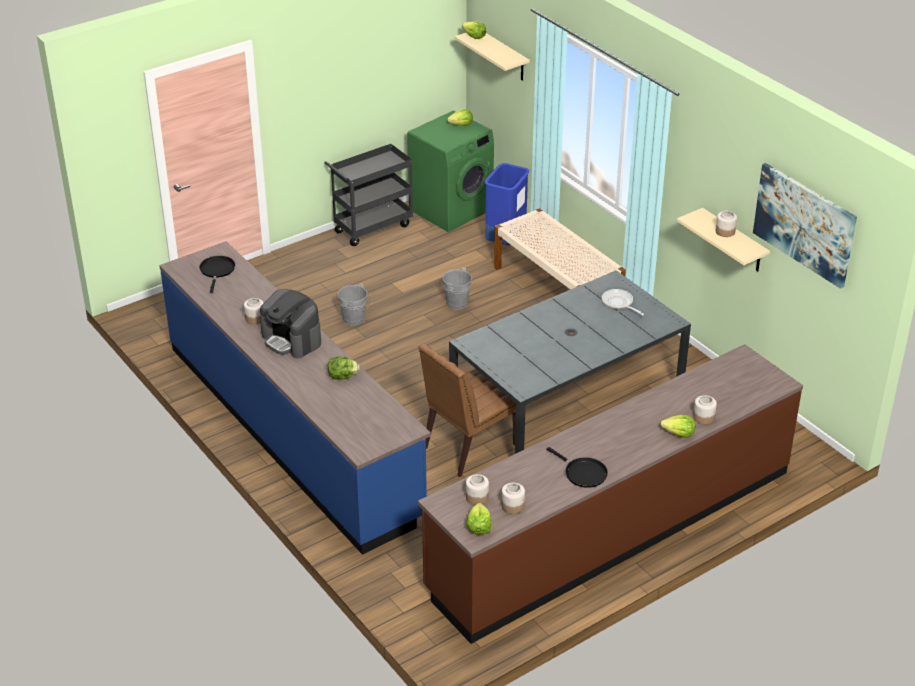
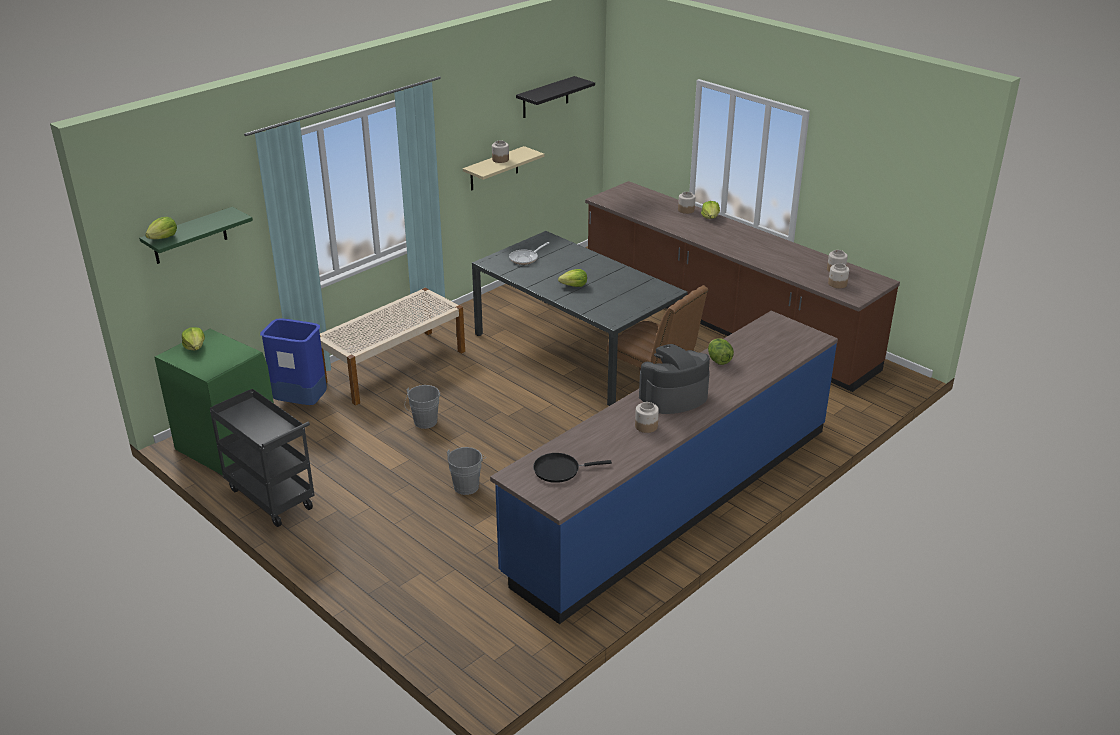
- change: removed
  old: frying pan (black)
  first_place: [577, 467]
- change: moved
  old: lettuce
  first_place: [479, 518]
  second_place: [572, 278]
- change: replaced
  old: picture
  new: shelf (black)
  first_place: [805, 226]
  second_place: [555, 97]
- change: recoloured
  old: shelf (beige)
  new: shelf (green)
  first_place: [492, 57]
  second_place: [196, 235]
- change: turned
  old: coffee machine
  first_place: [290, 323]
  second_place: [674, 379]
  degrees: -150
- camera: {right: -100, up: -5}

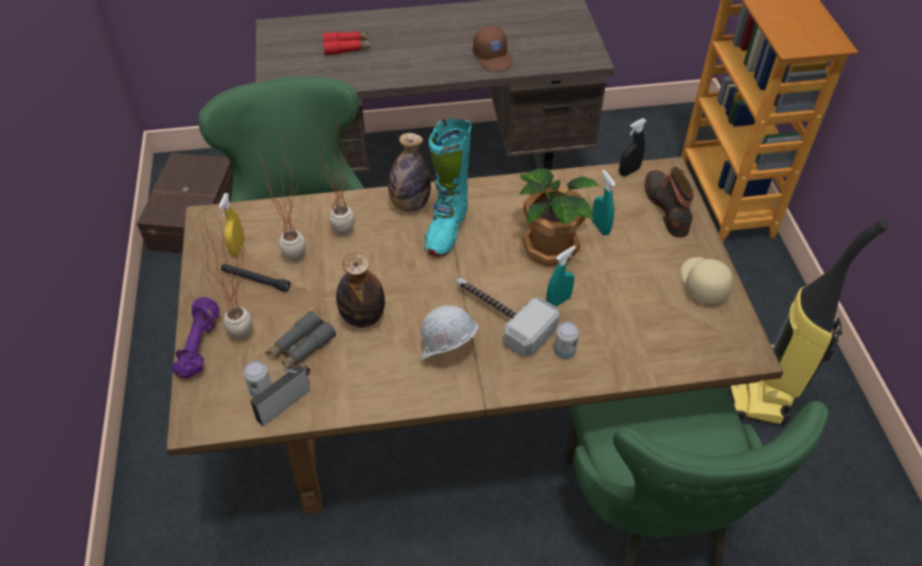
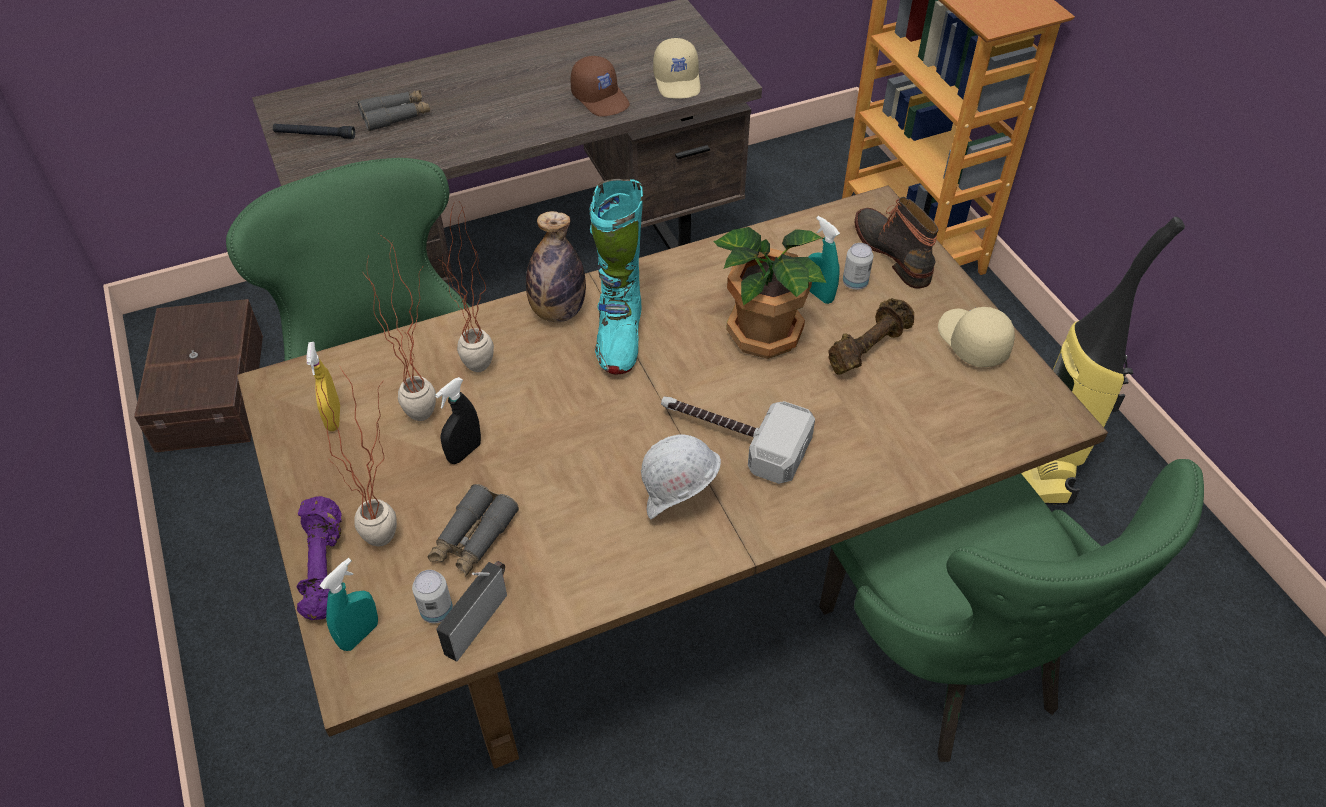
- change: removed
  old: bottle
  first_place: [360, 290]
- change: added
  new: cap (beige)
  second_place: [677, 68]
- change: added
  new: dumbbell (brown)
  second_place: [871, 336]
- change: moved
  old: flashlight (black)
  first_place: [255, 278]
  second_place: [314, 131]
- change: moved
  old: spray bottle (turquoise)
  first_place: [561, 276]
  second_place: [348, 604]
- change: moved
  old: can
  first_place: [566, 340]
  second_place: [858, 266]
- change: moved
  old: spray bottle (black)
  first_place: [633, 147]
  second_place: [458, 420]
- change: recoloured
  old: binoculars (red)
  new: binoculars (grey)
  first_place: [346, 43]
  second_place: [393, 110]
- camera: {right: -15, up: 0}

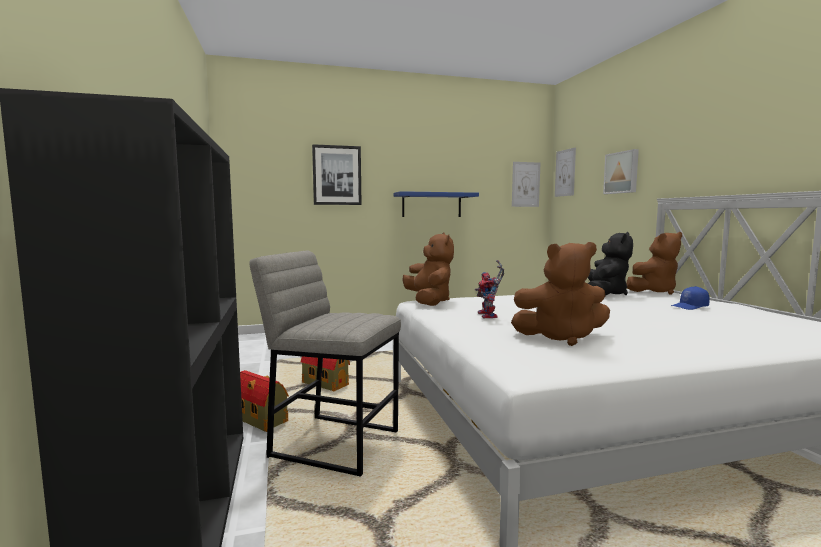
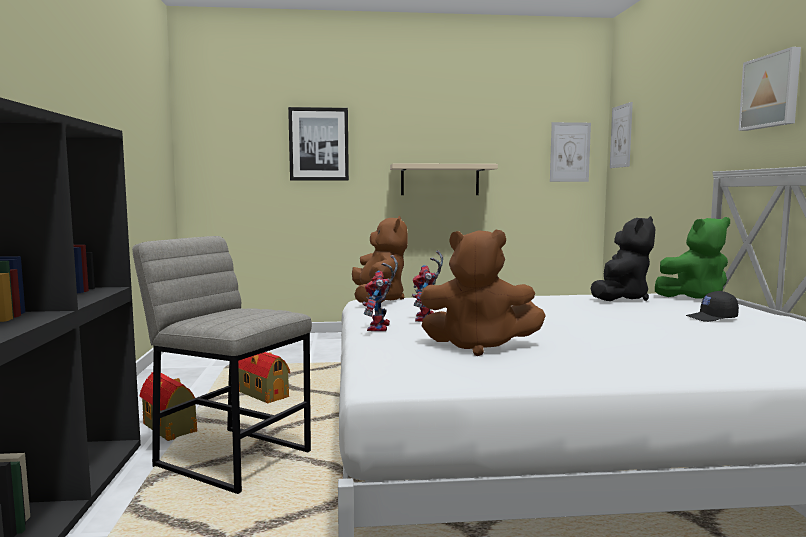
- change: added
  new: toy robot
  second_place: [380, 293]
- change: moved
  old: picture
  first_place: [621, 171]
  second_place: [769, 89]
- change: recoloured
  old: shelf (blue)
  new: shelf (beige)
  first_place: [436, 204]
  second_place: [444, 179]
- change: recoloured
  old: plush toy (brown)
  new: plush toy (green)
  first_place: [654, 263]
  second_place: [692, 257]
- change: recoloured
  old: cap (blue)
  new: cap (black)
  first_place: [690, 298]
  second_place: [712, 306]
- camera: {right: 10, up: 0}

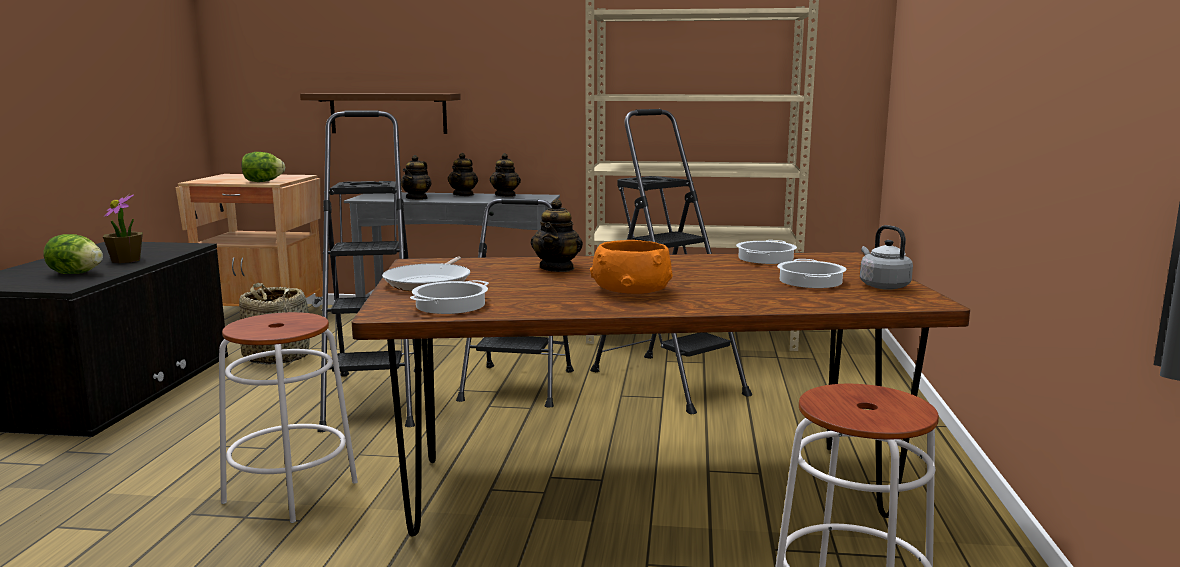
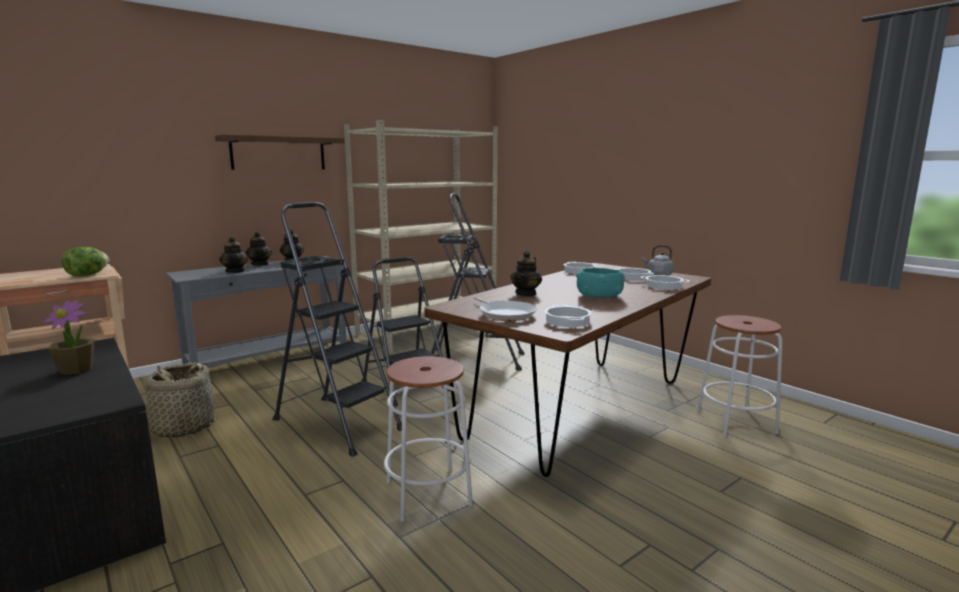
- change: removed
  old: lettuce
  first_place: [73, 254]
- change: added
  new: cooking pot
  second_place: [665, 282]
- change: moved
  old: shelf (brown)
  first_place: [380, 113]
  second_place: [280, 152]
- change: recoloured
  old: bowl (orange)
  new: bowl (turquoise)
  first_place: [631, 267]
  second_place: [600, 283]
- change: turned
  old: teapot
  first_place: [557, 235]
  second_place: [526, 273]
  degrees: 60
- camera: {right: -45, up: 0}

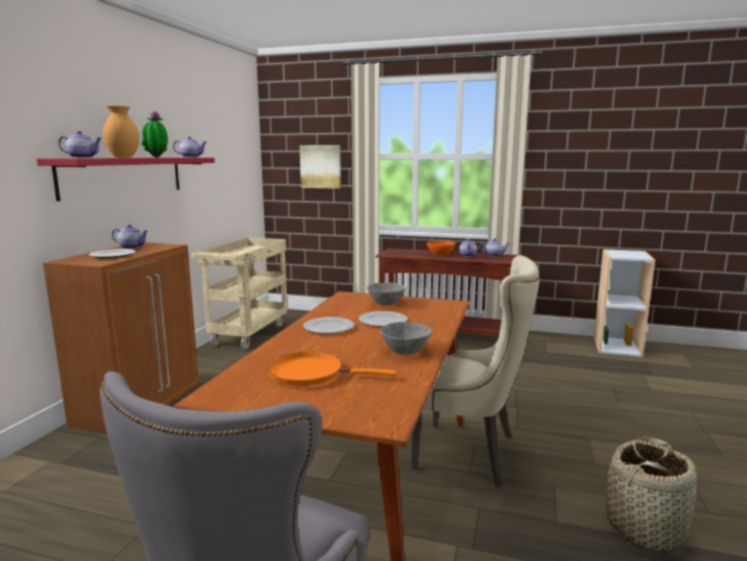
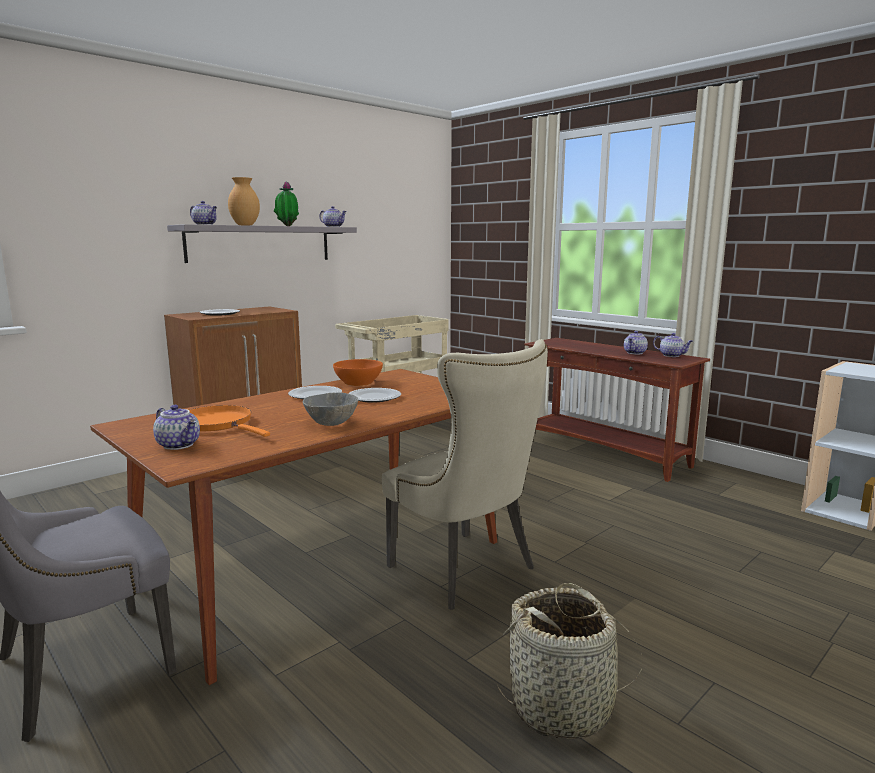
- change: removed
  old: picture
  first_place: [320, 167]
- change: removed
  old: bowl (grey)
  first_place: [386, 294]
- change: moved
  old: teapot
  first_place: [130, 236]
  second_place: [176, 427]
- change: moved
  old: bowl (orange)
  first_place: [441, 248]
  second_place: [358, 372]
- change: recoloured
  old: shelf (red)
  new: shelf (grey)
  first_place: [126, 179]
  second_place: [262, 243]
- camera: {right: 30, up: 0}

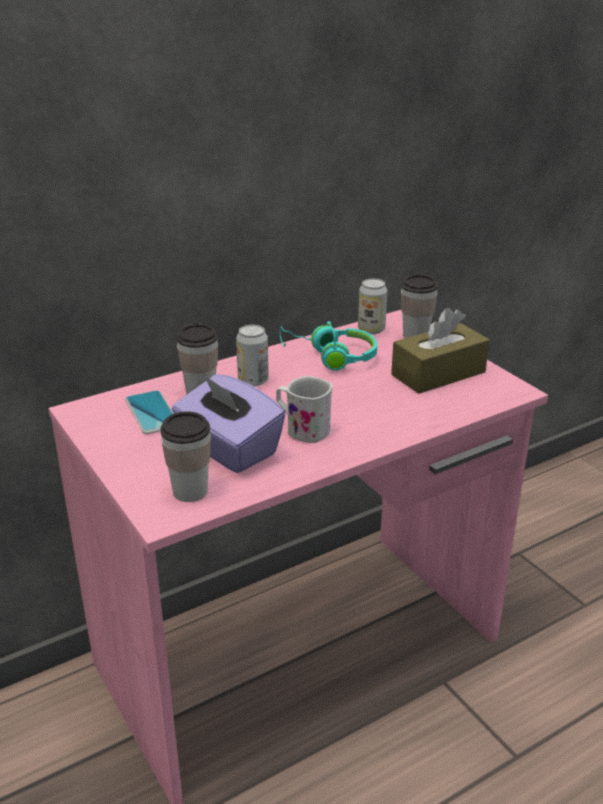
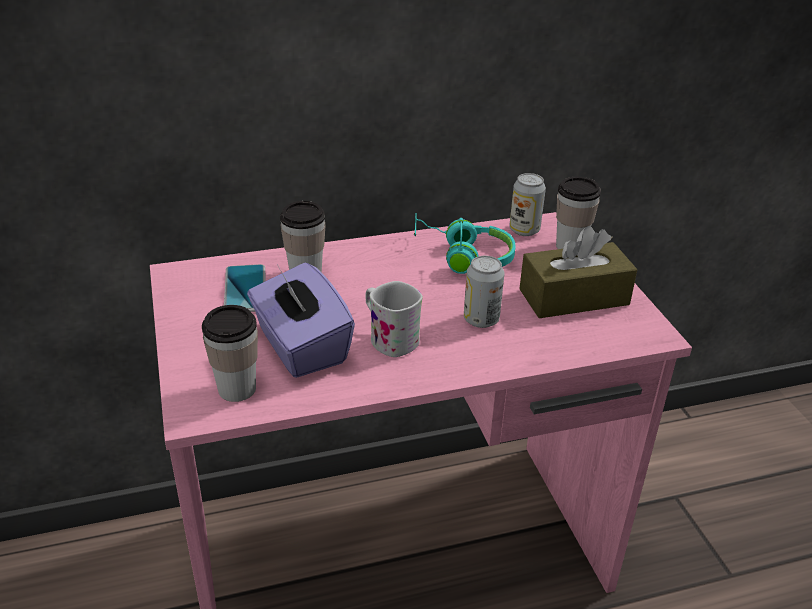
- change: moved
  old: can
  first_place: [252, 356]
  second_place: [484, 292]
- camera: {right: 15, up: 5}

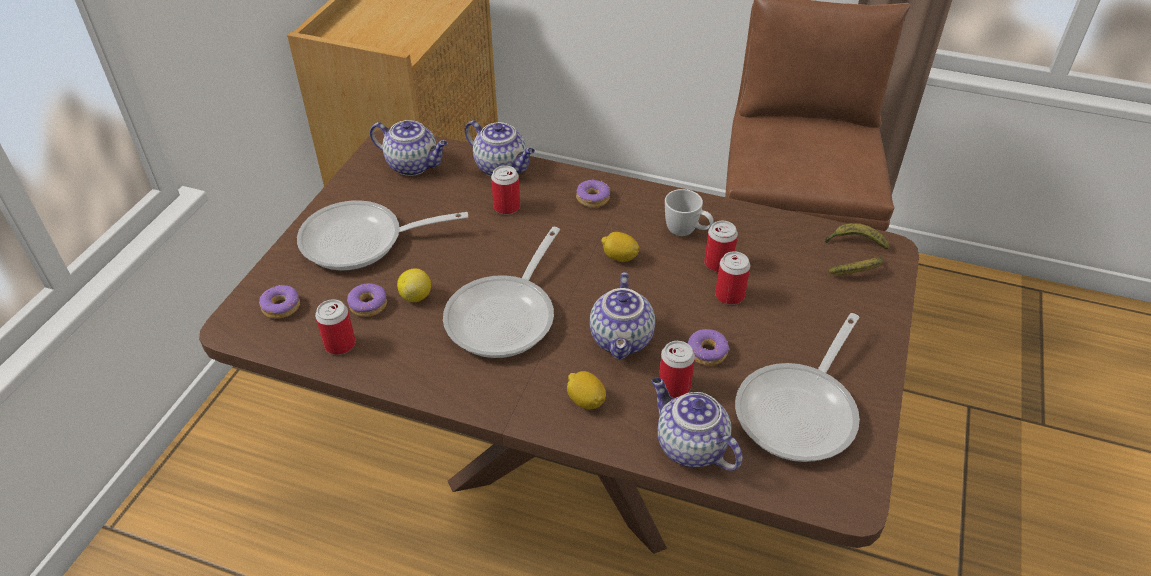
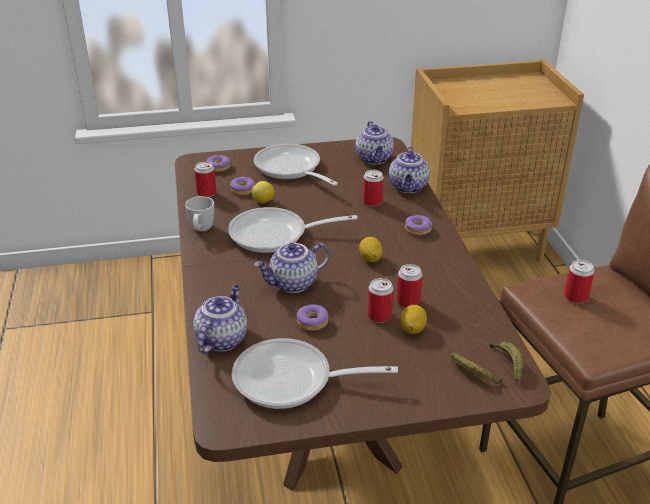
- change: moved
  old: lemon
  first_place: [586, 390]
  second_place: [414, 319]
- change: moved
  old: can
  first_place: [677, 369]
  second_place: [579, 281]
- change: moved
  old: mug (white)
  first_place: [689, 212]
  second_place: [199, 213]
- camera: {right: 60, up: -10}

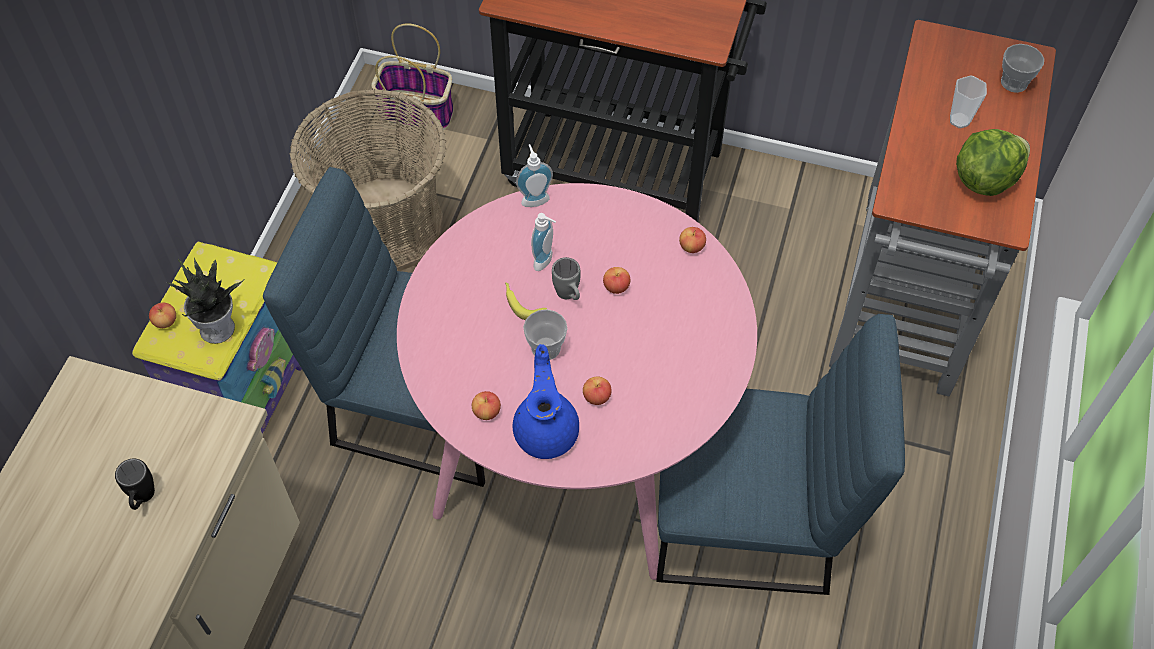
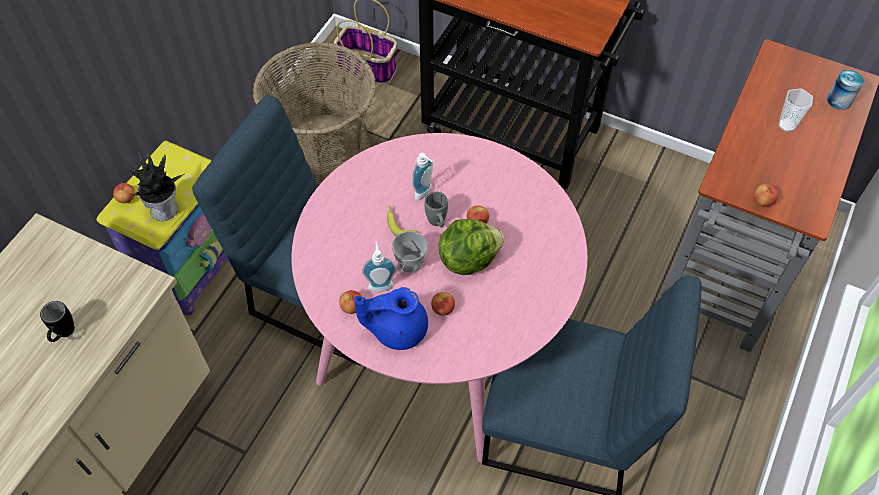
- change: moved
  old: soap dispenser
  first_place: [534, 175]
  second_place: [379, 266]
- change: moved
  old: apple
  first_place: [692, 240]
  second_place: [766, 195]
- change: moved
  old: lettuce
  first_place: [993, 162]
  second_place: [471, 247]
- change: replaced
  old: cup
  new: can
  first_place: [1022, 68]
  second_place: [845, 90]
- change: turned
  old: teapot (blue)
  first_place: [546, 401]
  second_place: [391, 318]
  degrees: -105
- camera: {right: 10, up: 0}

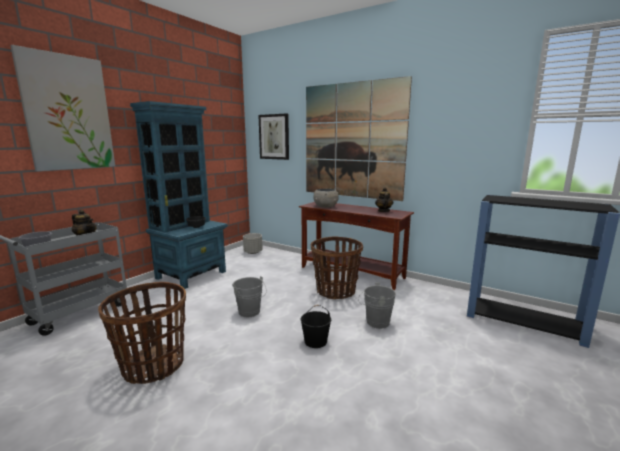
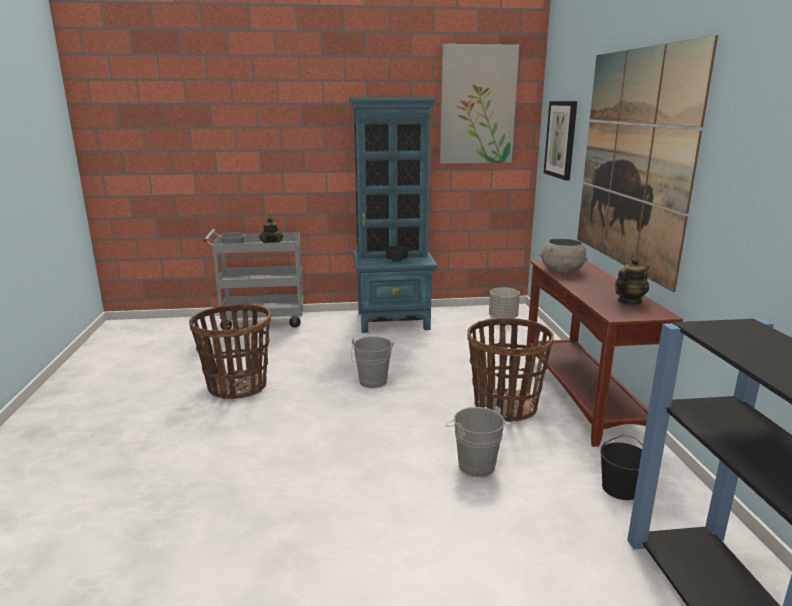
- change: moved
  old: picture
  first_place: [62, 108]
  second_place: [479, 104]
- change: moved
  old: bucket (black)
  first_place: [316, 326]
  second_place: [621, 467]
- camera: {right: 50, up: 5}

